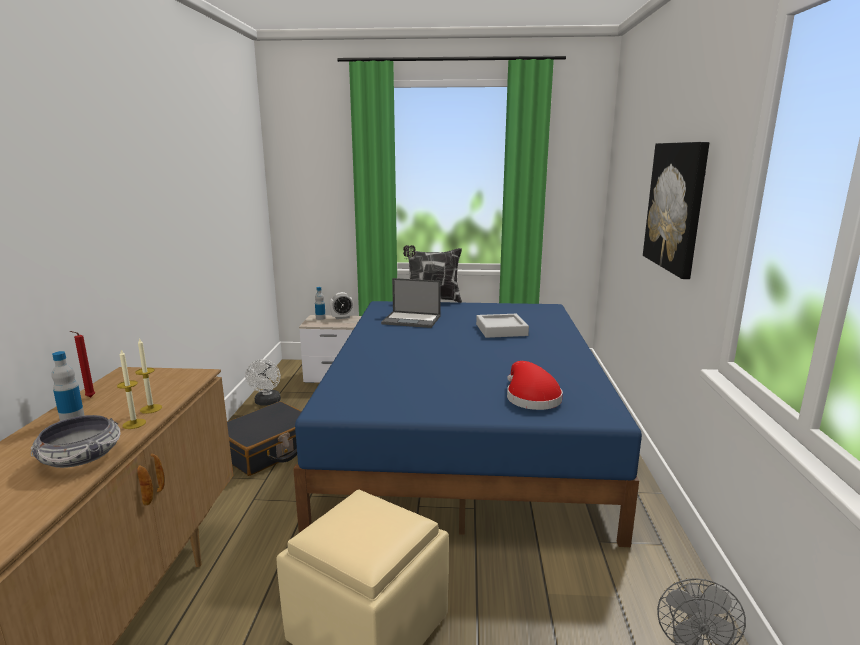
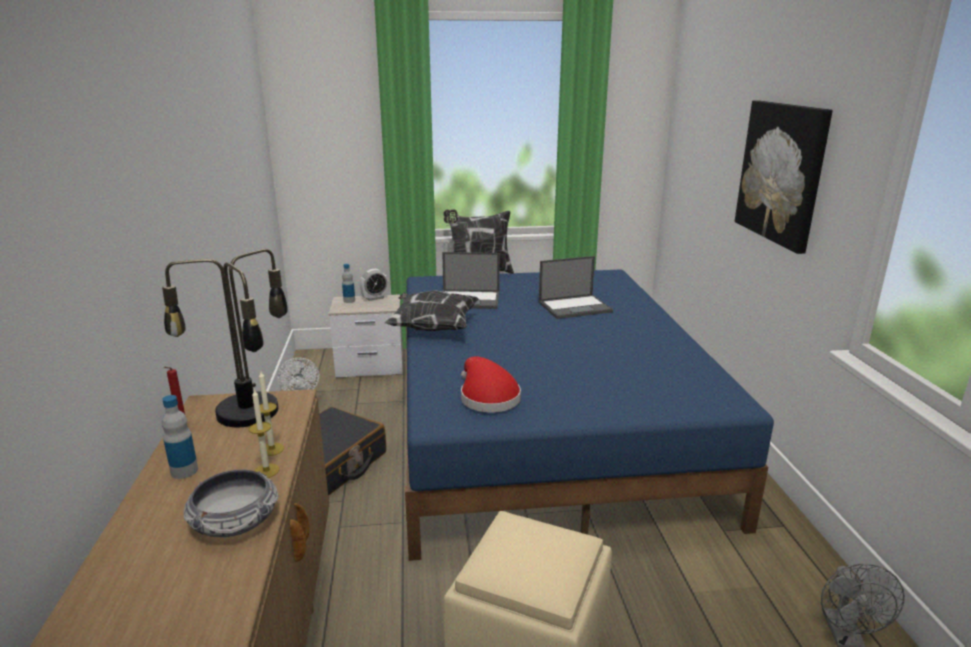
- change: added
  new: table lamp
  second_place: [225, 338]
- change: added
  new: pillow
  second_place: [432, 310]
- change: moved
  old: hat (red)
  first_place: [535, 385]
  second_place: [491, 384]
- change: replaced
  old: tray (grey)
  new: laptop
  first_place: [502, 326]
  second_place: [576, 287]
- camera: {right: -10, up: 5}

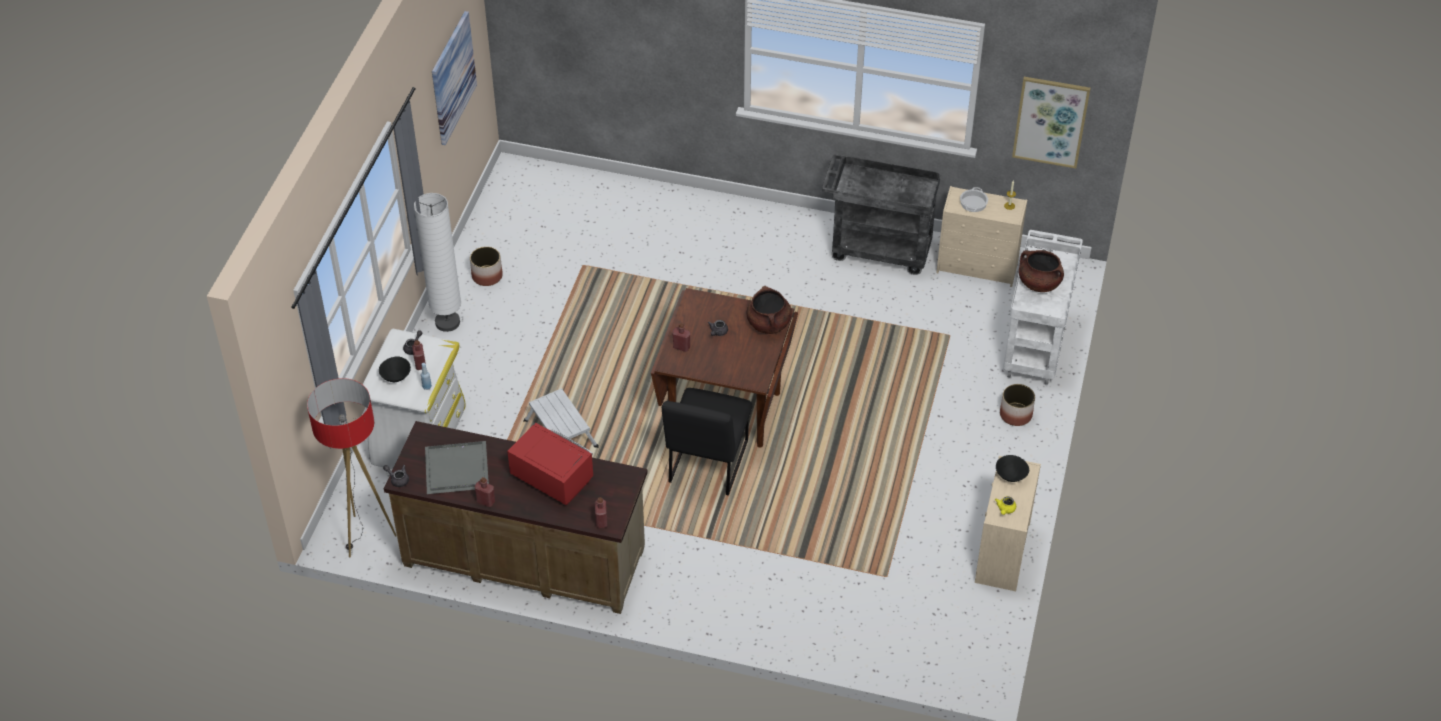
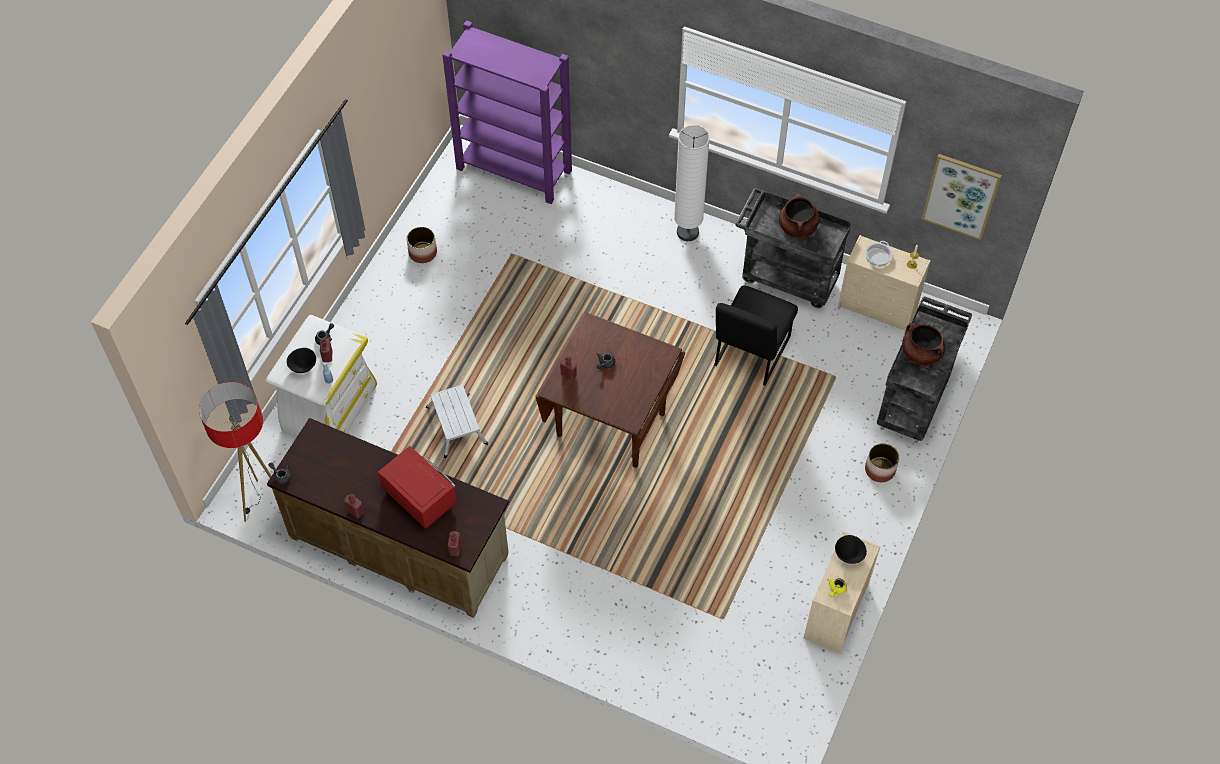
- change: removed
  old: tray (grey)
  first_place: [457, 467]
- change: removed
  old: picture
  first_place: [454, 78]
- change: added
  new: bookcase (purple)
  second_place: [507, 112]
- change: moved
  old: floor lamp (white)
  first_place: [437, 262]
  second_place: [692, 183]
- change: moved
  old: chair (black)
  first_place: [707, 441]
  second_place: [756, 335]
- change: moved
  old: cooking pot (brown)
  first_place: [769, 310]
  second_place: [799, 216]
- change: recoloured
  old: cart (white)
  new: cart (black)
  first_place: [1043, 307]
  second_place: [924, 370]
- camera: {right: 10, up: 10}

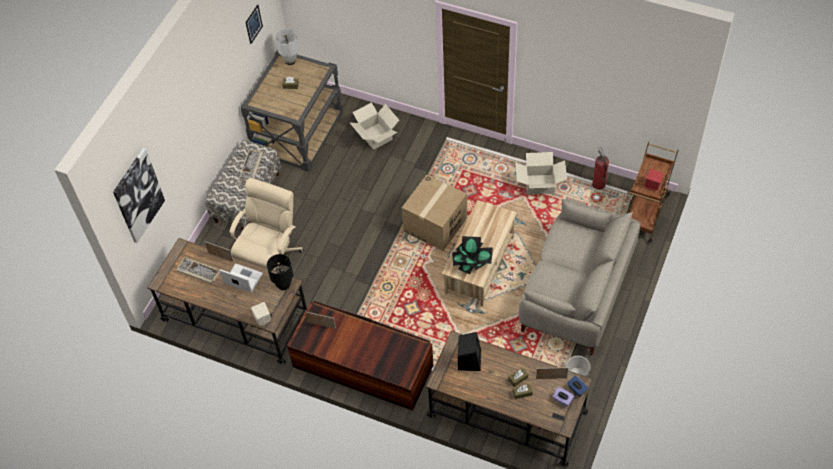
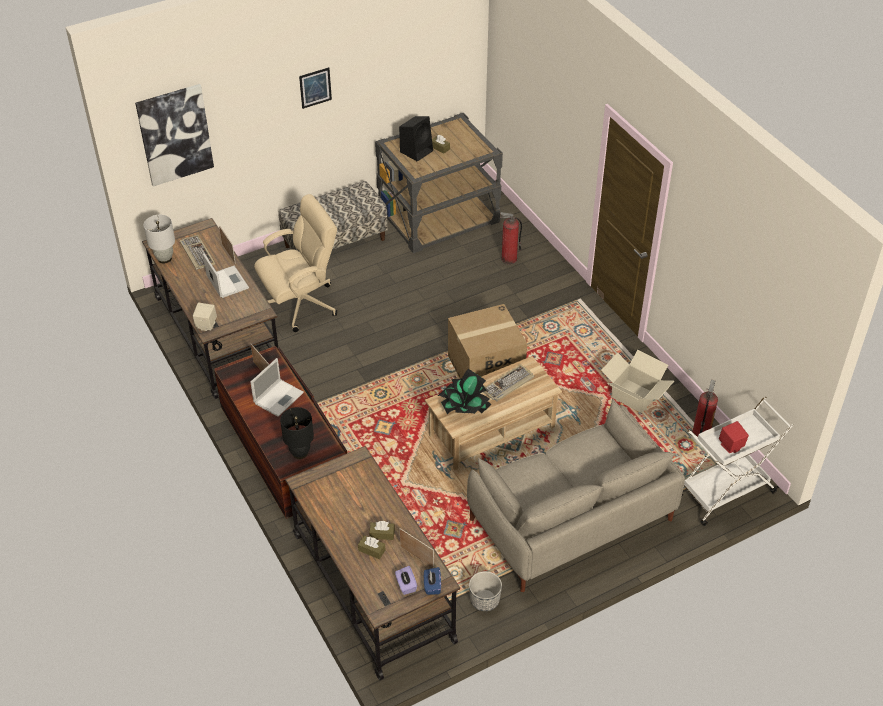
- change: added
  new: laptop
  second_place: [277, 387]
- change: moved
  old: keyboard
  first_place: [250, 165]
  second_place: [509, 383]
- change: moved
  old: picture
  first_place: [254, 24]
  second_place: [315, 88]
- change: moved
  old: table lamp (black)
  first_place: [280, 272]
  second_place: [297, 433]
- change: moved
  old: table lamp (white)
  first_place: [287, 47]
  second_place: [159, 239]
- change: moved
  old: speaker (black)
  first_place: [469, 351]
  second_place: [416, 138]
- change: replaced
  old: cardboard box
  new: fire extinguisher
  first_place: [374, 126]
  second_place: [511, 238]
- change: recoloured
  old: cart (brown)
  new: cart (white)
  first_place: [652, 192]
  second_place: [738, 461]
- camera: {right: 35, up: -10}

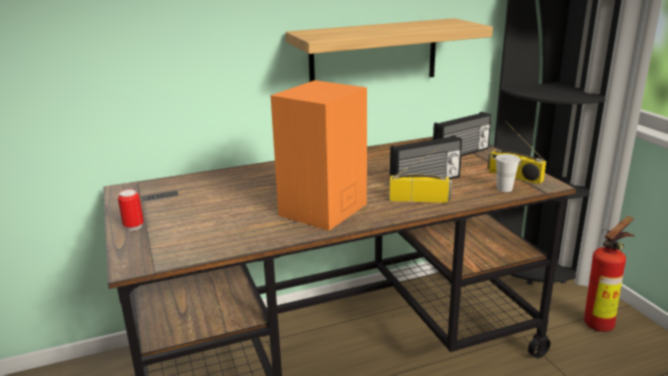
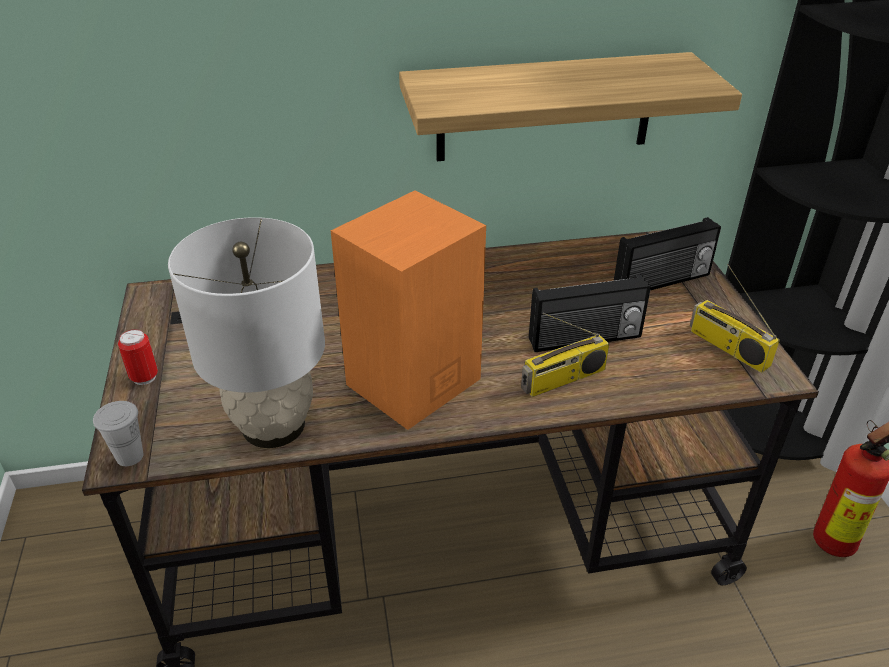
- change: added
  new: table lamp (white)
  second_place: [246, 332]
- change: moved
  old: cup (white)
  first_place: [507, 173]
  second_place: [118, 433]
- change: turned
  old: radio
  first_place: [421, 174]
  second_place: [565, 355]
  degrees: 135
- camera: {right: 10, up: 15}

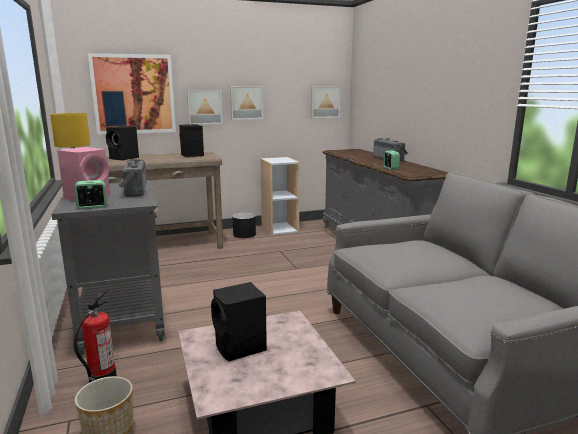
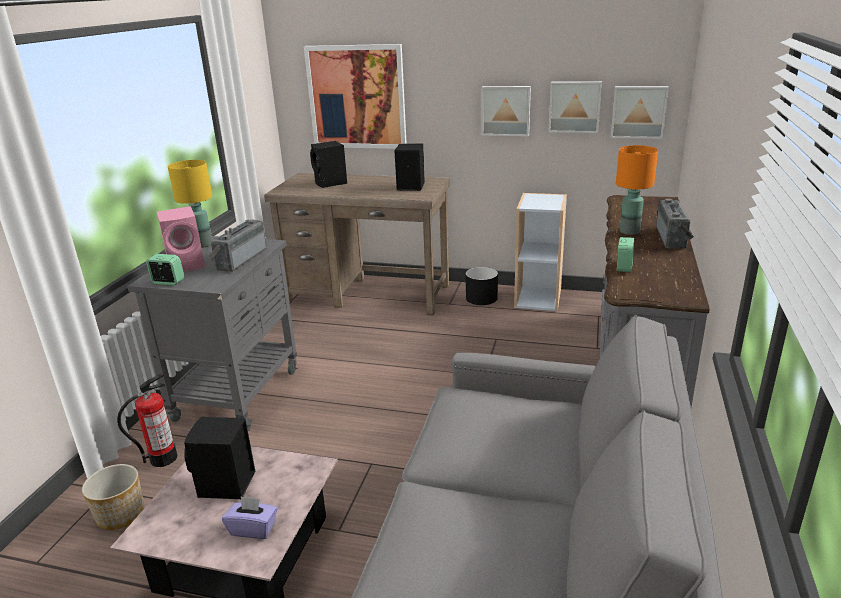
- change: added
  new: tissue box (purple)
  second_place: [249, 517]
- change: added
  new: table lamp (orange)
  second_place: [637, 190]
- change: moved
  old: picture
  first_place: [204, 107]
  second_place: [575, 107]
- camera: {right: 35, up: 10}

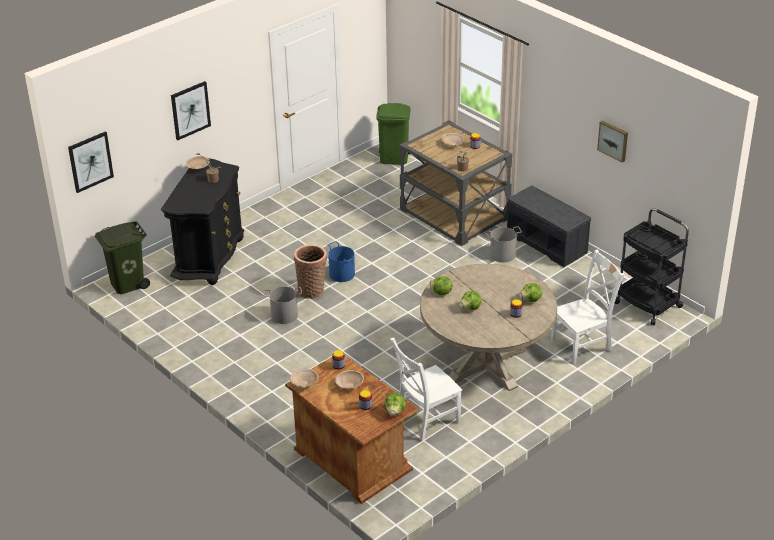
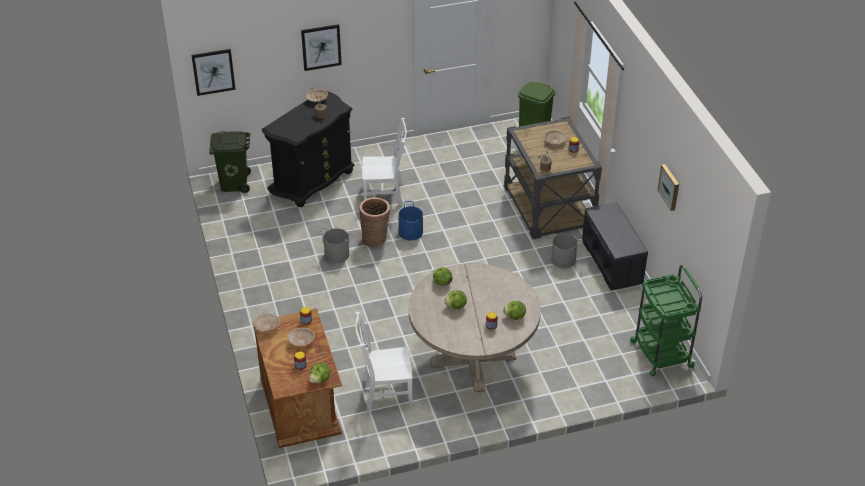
- change: moved
  old: chair (white)
  first_place: [588, 307]
  second_place: [384, 162]
- change: recoloured
  old: cart (black)
  new: cart (green)
  first_place: [651, 266]
  second_place: [666, 320]
- camera: {right: 25, up: 5}

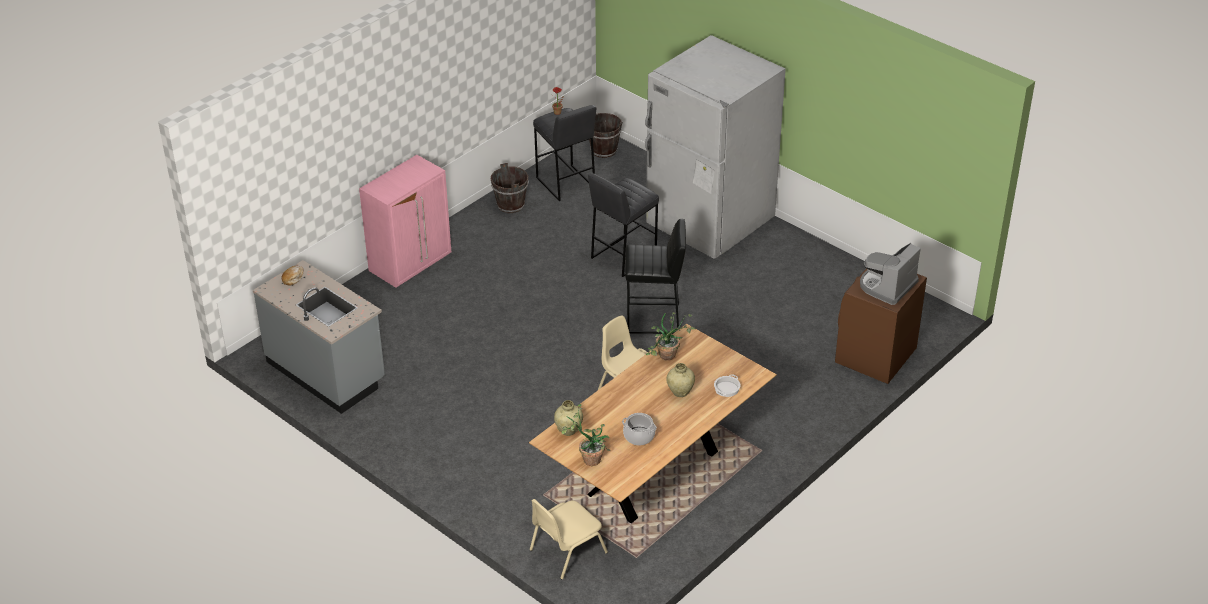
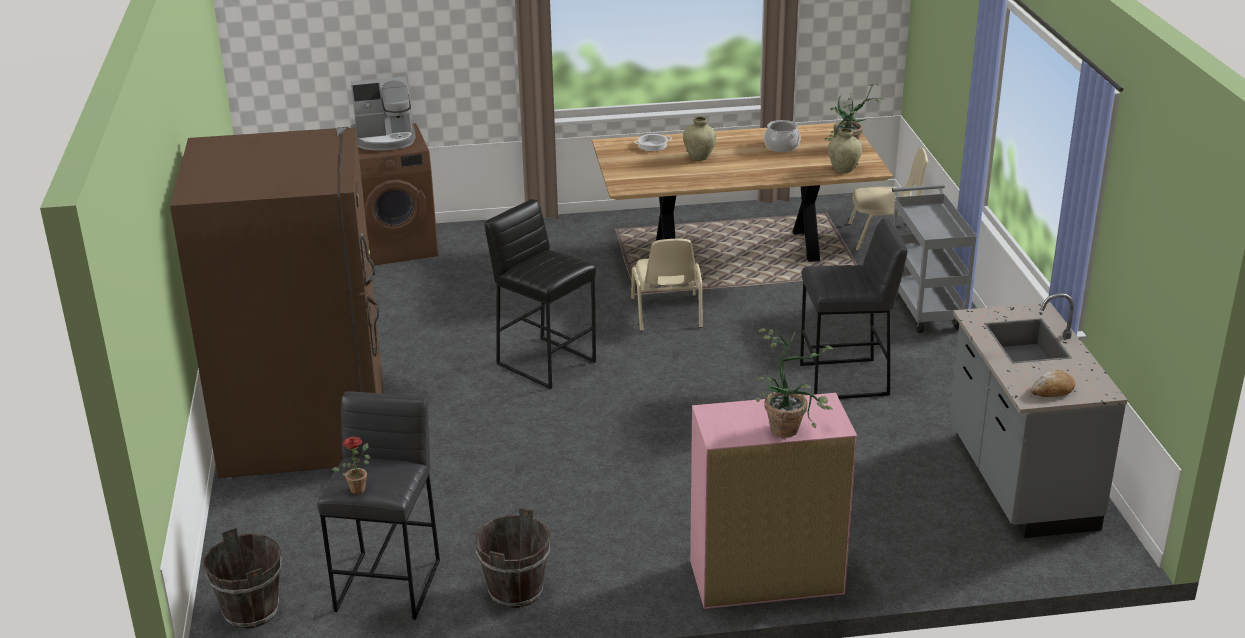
- change: added
  new: cart (grey)
  second_place: [934, 258]
- change: moved
  old: stool (grey)
  first_place: [623, 225]
  second_place: [854, 308]
- change: moved
  old: potted plant
  first_place: [670, 336]
  second_place: [794, 382]
- change: recoloured
  old: fridge (white)
  new: fridge (brown)
  first_place: [715, 147]
  second_place: [276, 303]
- camera: {right: -140, up: -10}

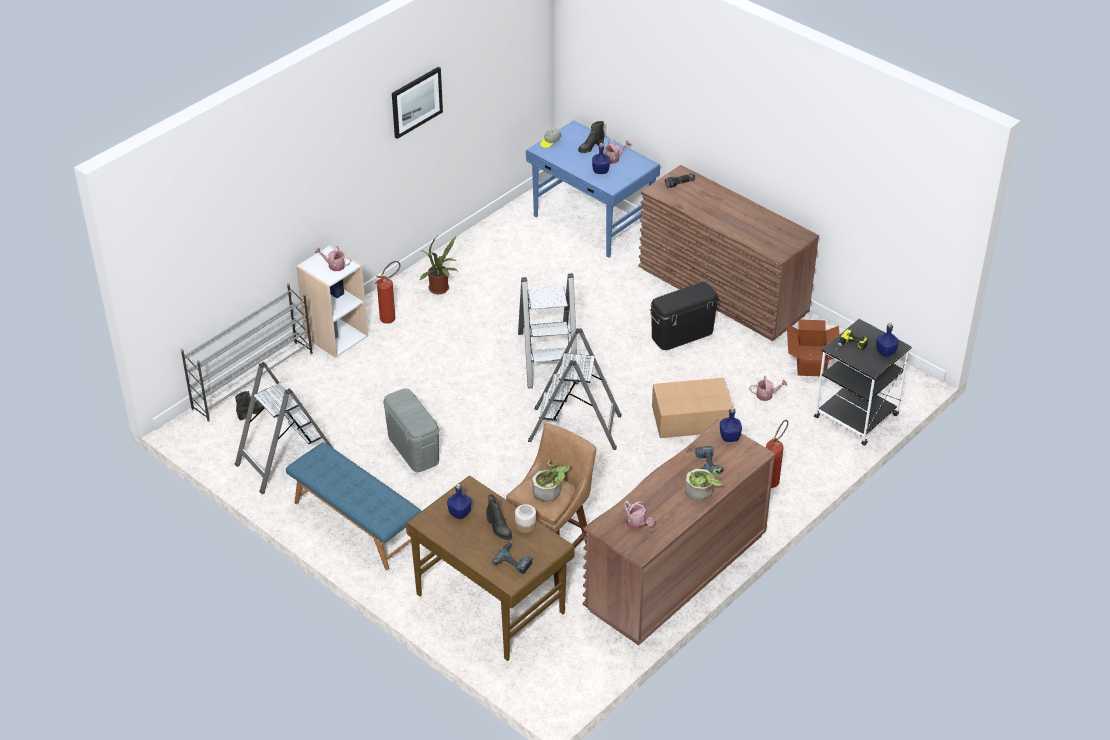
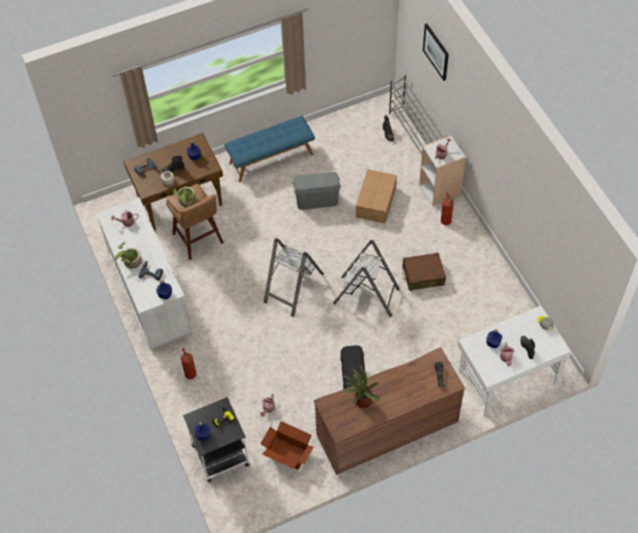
- change: removed
  old: step ladder (grey)
  first_place: [284, 428]
- change: added
  new: suitcase (brown)
  second_place: [424, 272]
- change: moved
  old: picture
  first_place: [417, 103]
  second_place: [436, 52]
- change: moved
  old: potted plant
  first_place: [438, 265]
  second_place: [361, 386]
- change: moved
  old: cardboard box
  first_place: [692, 408]
  second_place: [376, 196]
- change: recoloured
  old: desk (blue)
  new: desk (white)
  first_place: [593, 189]
  second_place: [514, 360]
- change: recoloured
  old: dresser (brown)
  new: dresser (white)
  first_place: [679, 532]
  second_place: [144, 273]
- camera: {right: 115, up: 15}

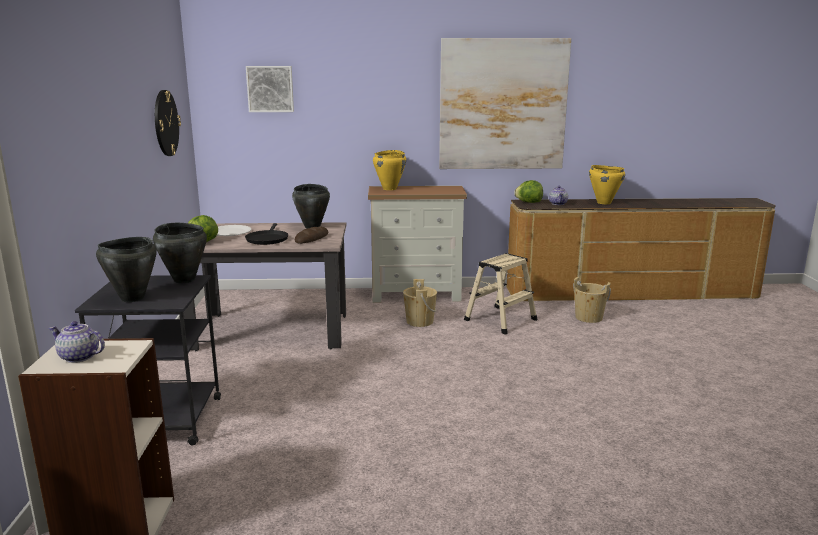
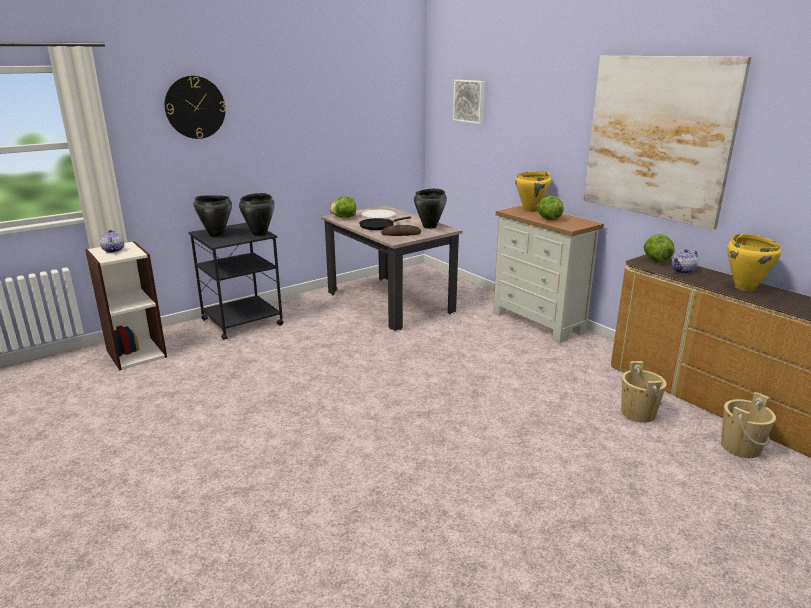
- change: removed
  old: step ladder (beige)
  first_place: [500, 294]
- change: added
  new: lettuce
  second_place: [550, 208]
- change: moved
  old: wall clock
  first_place: [168, 123]
  second_place: [195, 107]
- change: moved
  old: bucket (beige)
  first_place: [420, 303]
  second_place: [748, 425]
- camera: {right: 55, up: 5}

